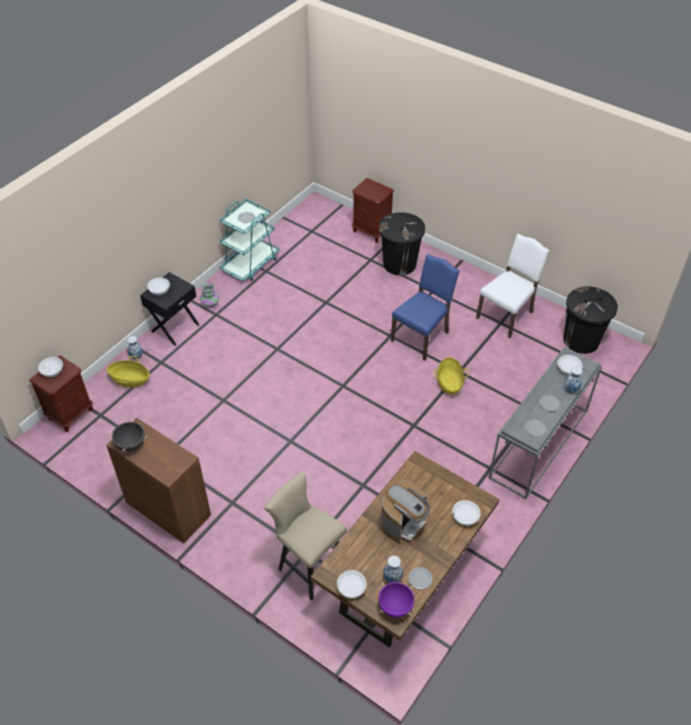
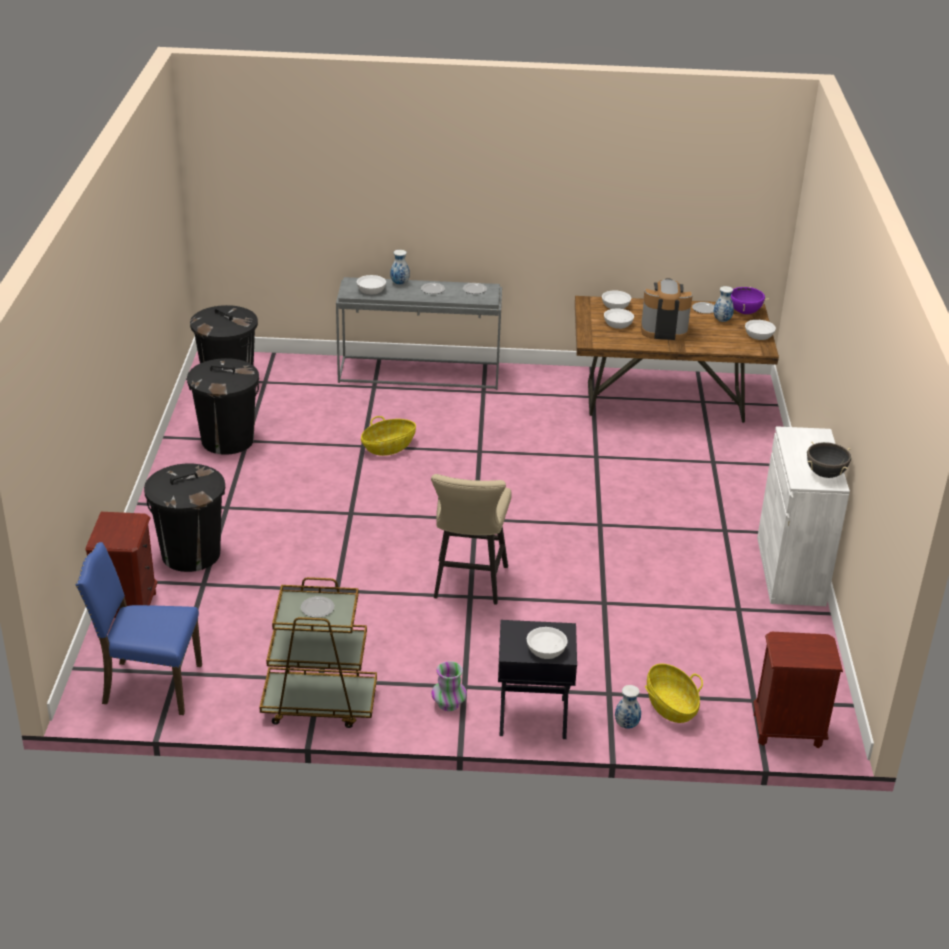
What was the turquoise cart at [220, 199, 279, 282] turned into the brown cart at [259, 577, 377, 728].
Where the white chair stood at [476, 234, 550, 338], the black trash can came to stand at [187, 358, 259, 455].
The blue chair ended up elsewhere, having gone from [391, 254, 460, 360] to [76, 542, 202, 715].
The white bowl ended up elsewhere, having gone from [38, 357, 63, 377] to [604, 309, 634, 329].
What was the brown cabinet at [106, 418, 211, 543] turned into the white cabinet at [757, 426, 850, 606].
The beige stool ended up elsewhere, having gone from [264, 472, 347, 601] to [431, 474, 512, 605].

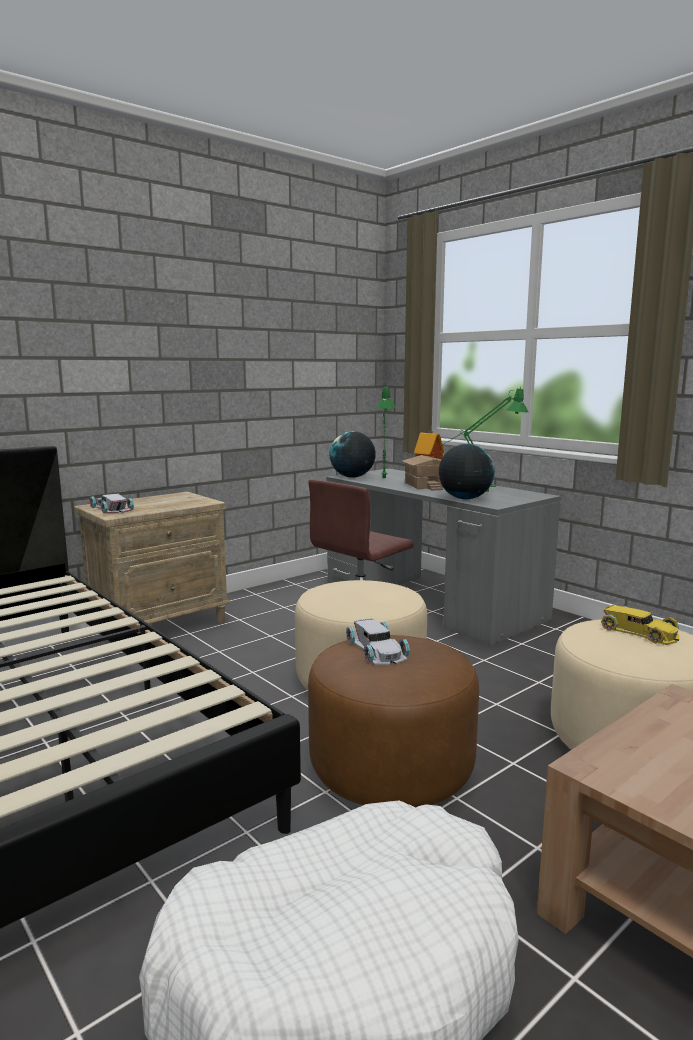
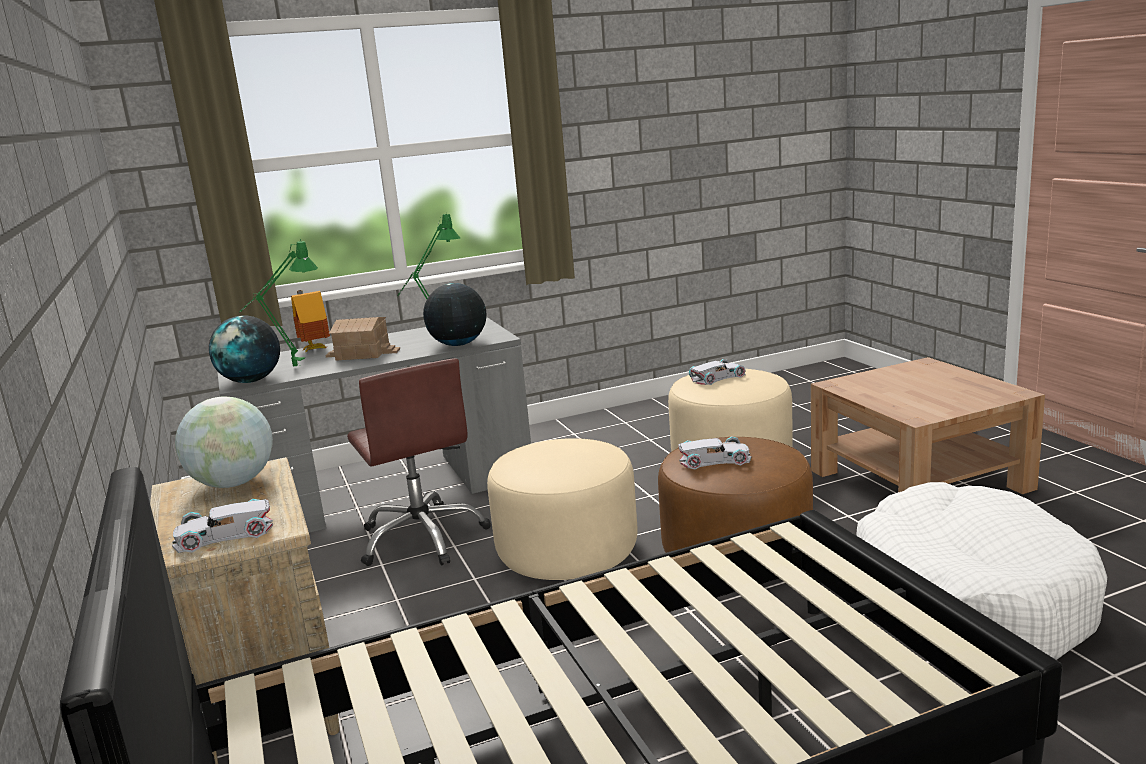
What was the yellow toy car at [601, 605, 679, 645] turned into the white toy car at [688, 359, 746, 385].
The second view gained the globe at [175, 396, 273, 488].

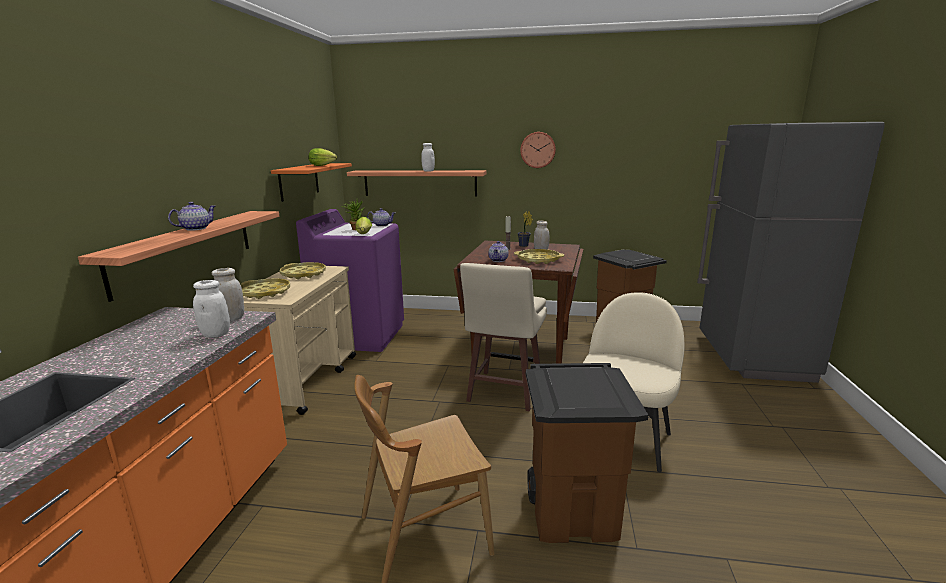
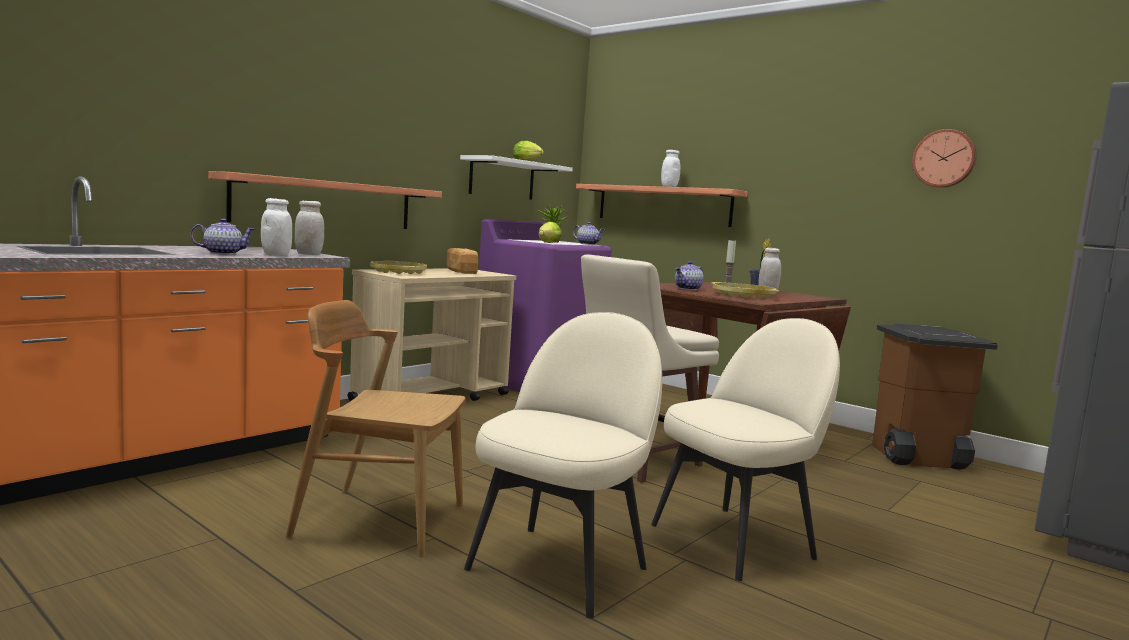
The wall clock ended up elsewhere, having gone from [520, 132, 556, 168] to [912, 129, 977, 188].
What was the orange shelf at [271, 163, 352, 202] turned into the white shelf at [460, 155, 573, 200].
The teapot ended up elsewhere, having gone from [168, 202, 215, 231] to [190, 218, 255, 255].
Where the yellow tray stood at [280, 262, 326, 279], the bread came to stand at [447, 248, 478, 274].
Where the brown trash can stood at [526, 363, 648, 543], the beige chair came to stand at [464, 312, 662, 619].

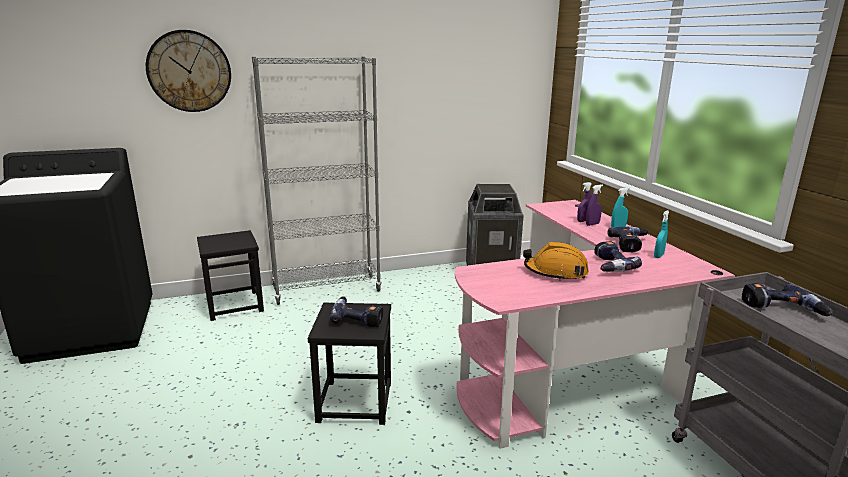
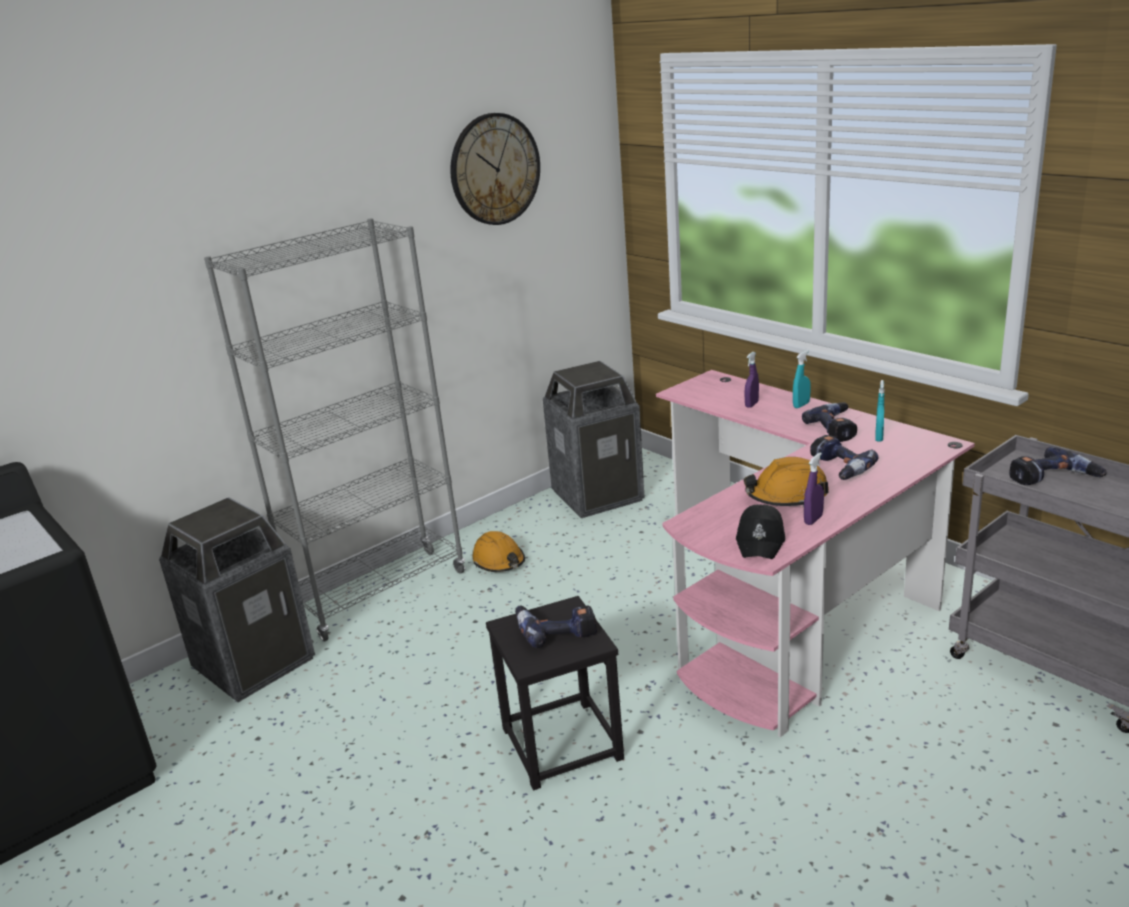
The wall clock ended up elsewhere, having gone from [146, 30, 231, 112] to [450, 113, 540, 225].
The purple spray bottle ended up elsewhere, having gone from [586, 185, 603, 226] to [804, 452, 824, 525].
Where the black stool stood at [197, 230, 264, 321], the trash can came to stand at [159, 497, 315, 702].
The second view gained the black cap at [736, 504, 785, 559].
The second view gained the orange hard hat at [473, 531, 525, 572].

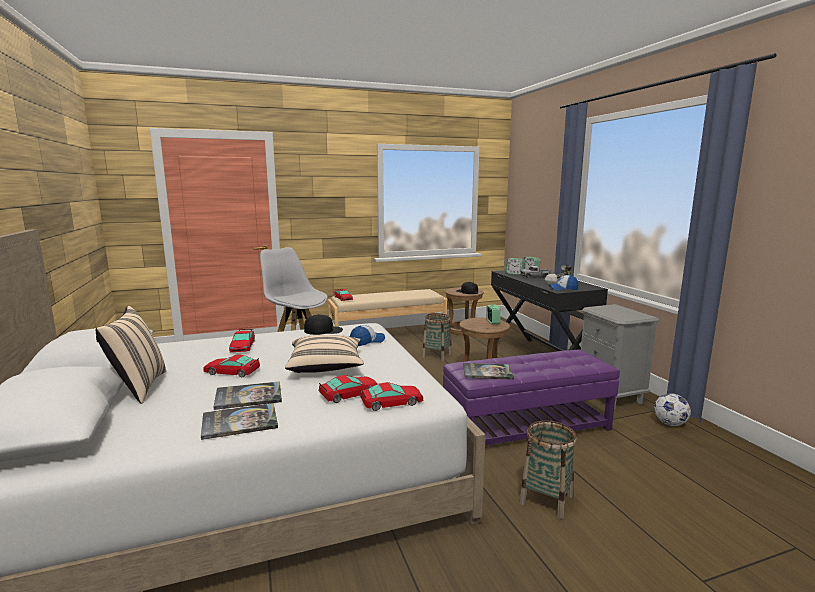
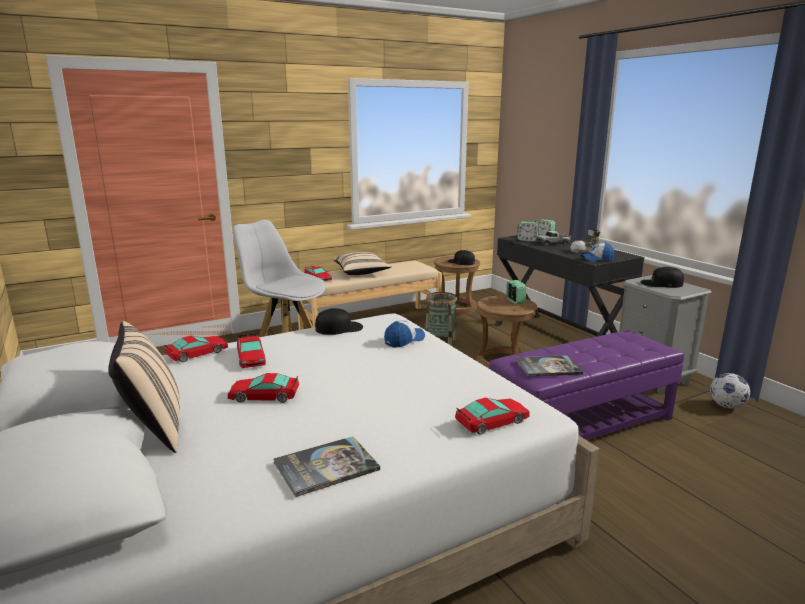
The beige pillow ended up elsewhere, having gone from [285, 335, 364, 373] to [334, 252, 392, 275].
The toy car ended up elsewhere, having gone from [319, 375, 378, 403] to [165, 336, 228, 362].
The second view lost the book at [214, 381, 282, 410].
The second view lost the basket at [519, 420, 577, 519].
The second view gained the black cap at [641, 267, 684, 288].

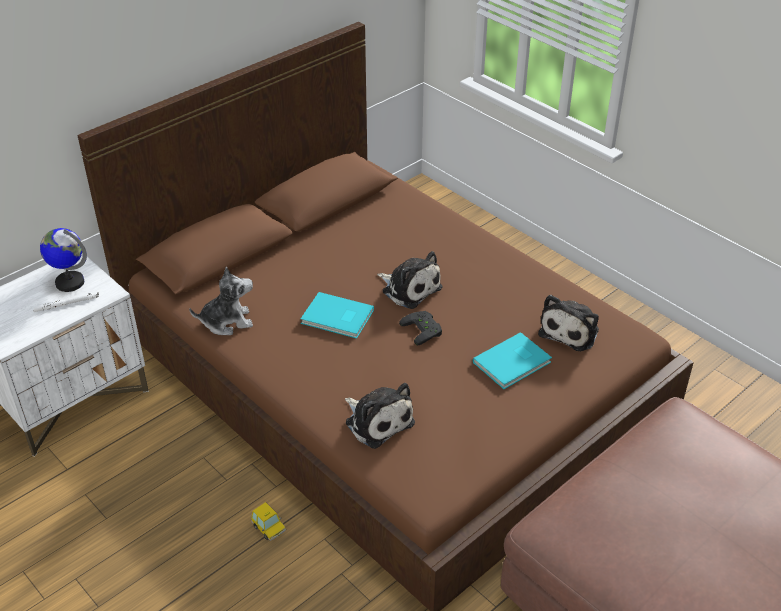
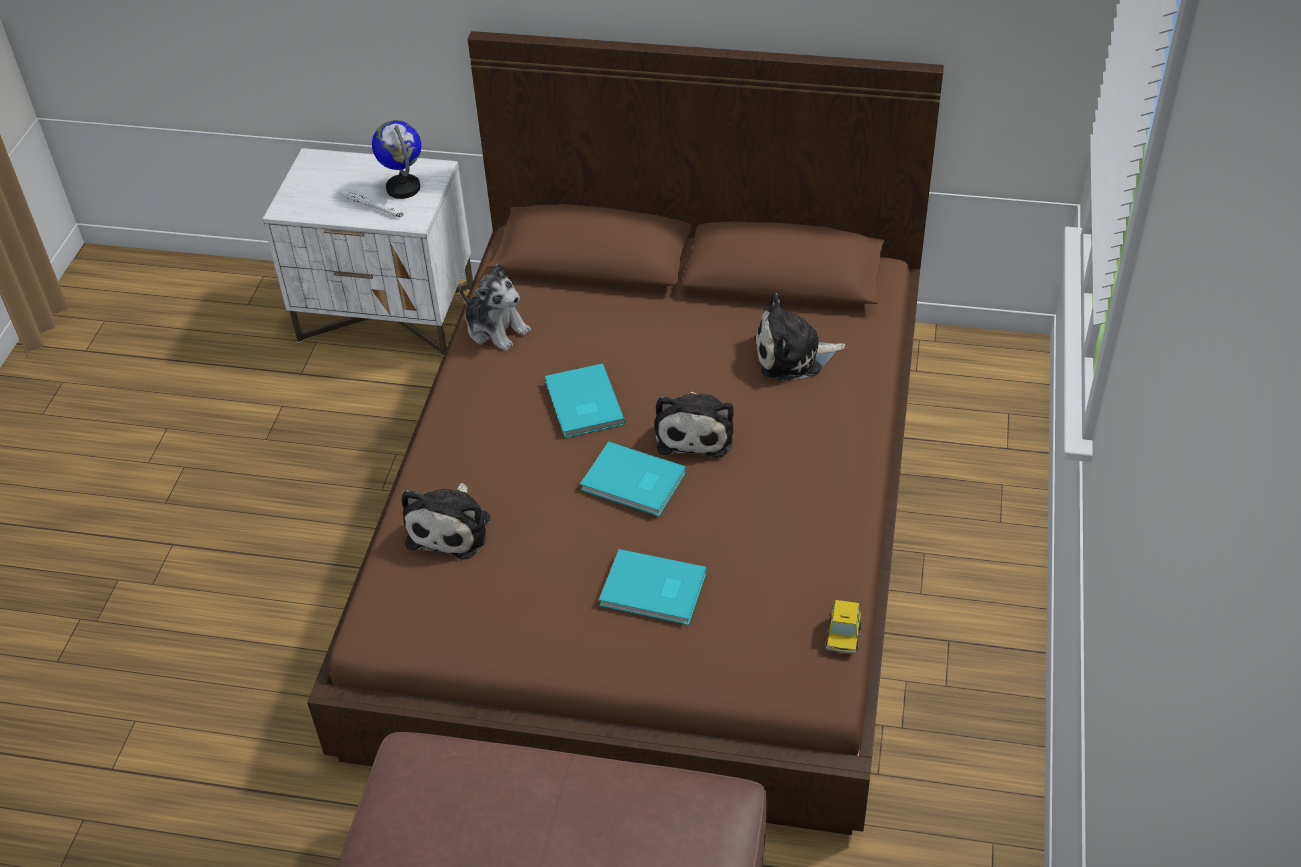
The plush toy ended up elsewhere, having gone from [538, 295, 599, 351] to [755, 293, 845, 381].
Where the black game controller stood at [399, 311, 442, 346], the turquoise book came to stand at [580, 441, 686, 516].
The toy car ended up elsewhere, having gone from [251, 502, 286, 541] to [826, 600, 861, 654].

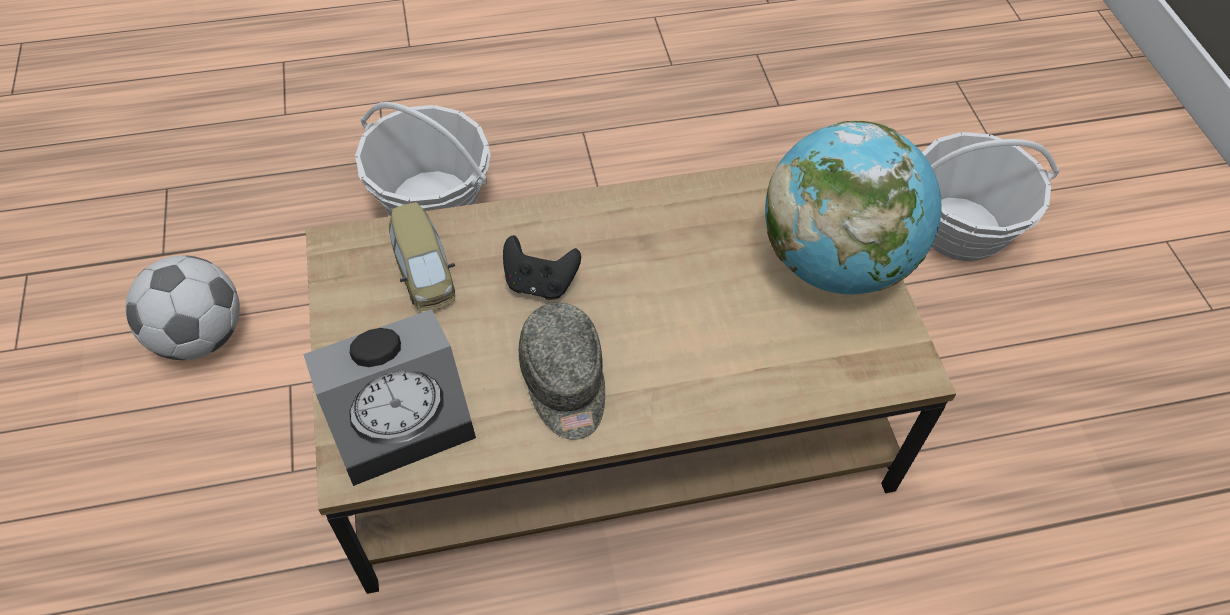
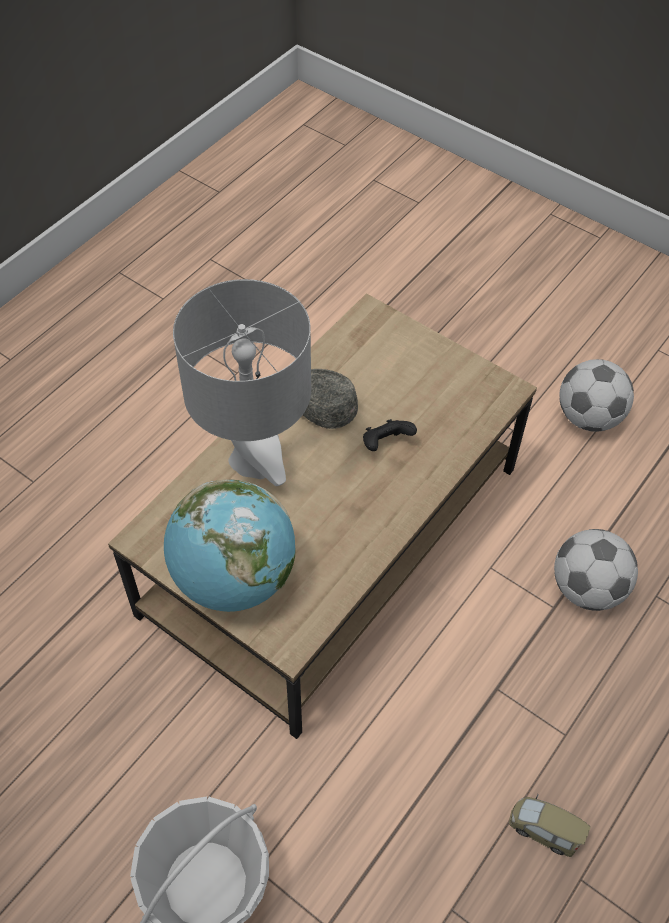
Where the basket stood at [355, 102, 491, 216], the football came to stand at [554, 529, 638, 611].
The toy car ended up elsewhere, having gone from [389, 202, 455, 311] to [509, 794, 591, 857].
The second view lost the alarm clock at [303, 309, 476, 486].
The second view gained the grey table lamp at [173, 279, 311, 486].

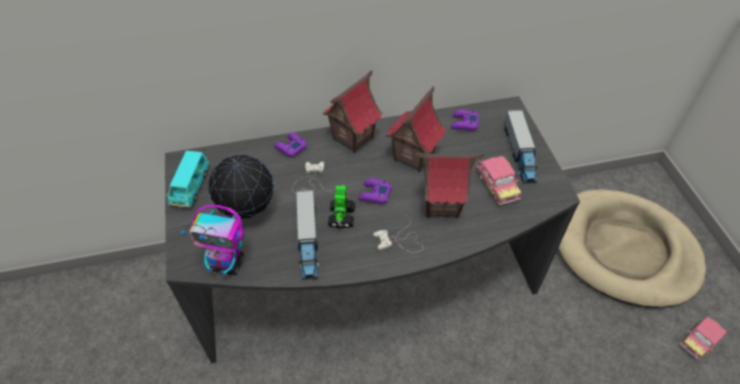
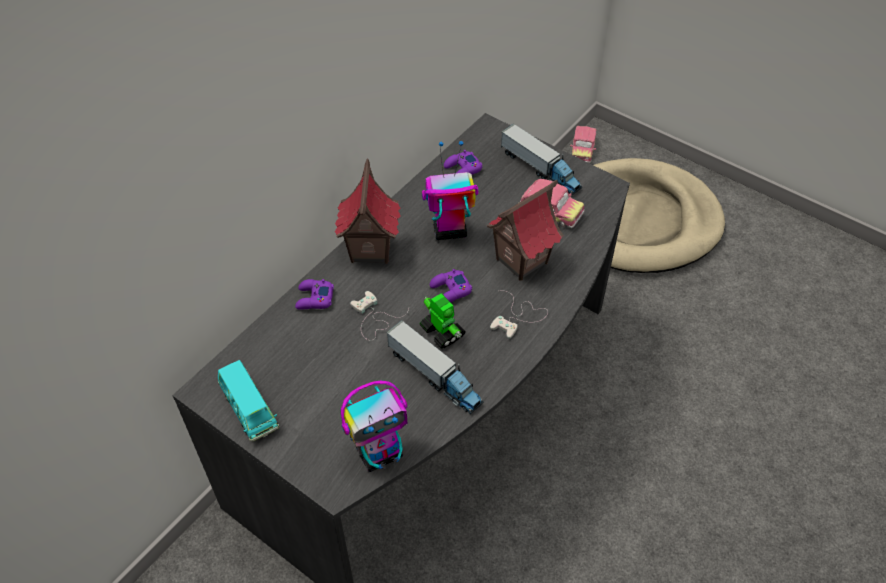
Where the toy house stood at [386, 86, 446, 172], the toy robot came to stand at [422, 141, 478, 240].
The second view lost the globe at [208, 154, 274, 219].
The toy car ended up elsewhere, having gone from [680, 317, 727, 360] to [570, 126, 597, 163].

